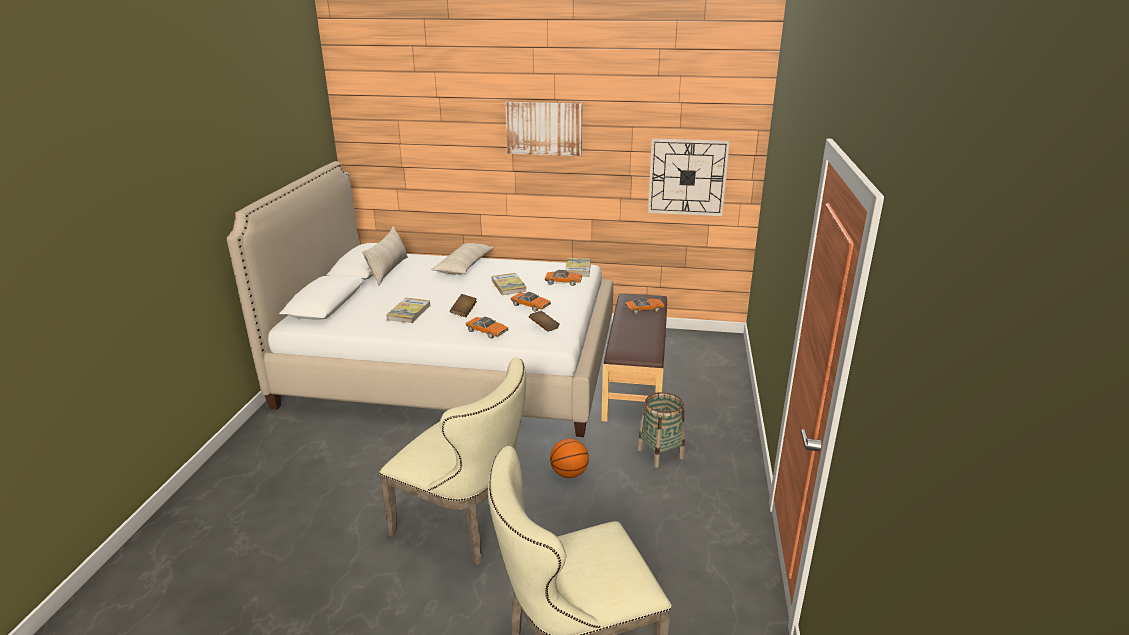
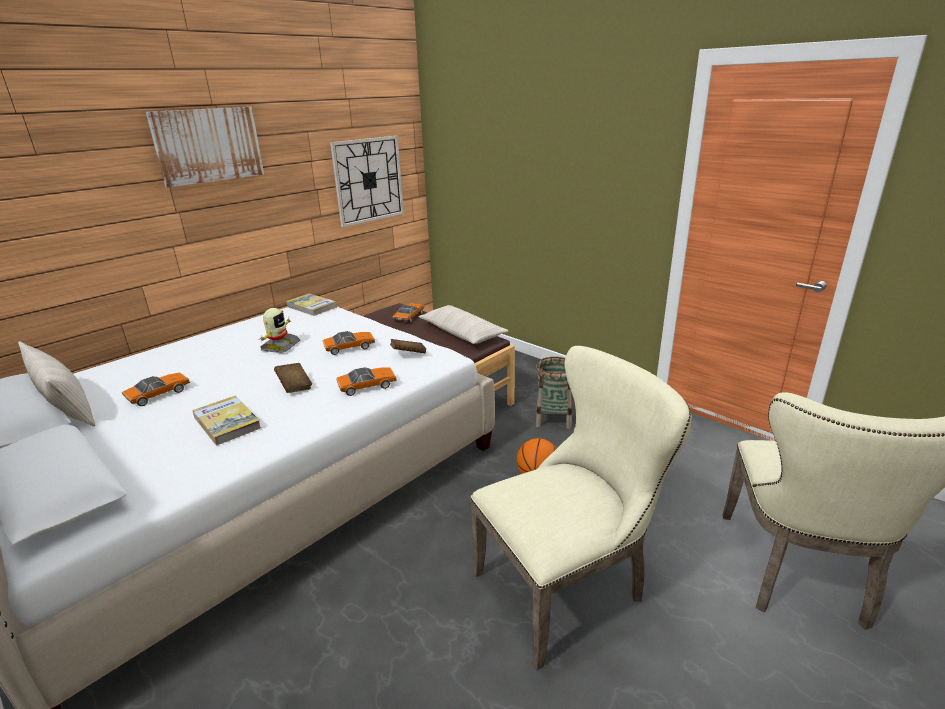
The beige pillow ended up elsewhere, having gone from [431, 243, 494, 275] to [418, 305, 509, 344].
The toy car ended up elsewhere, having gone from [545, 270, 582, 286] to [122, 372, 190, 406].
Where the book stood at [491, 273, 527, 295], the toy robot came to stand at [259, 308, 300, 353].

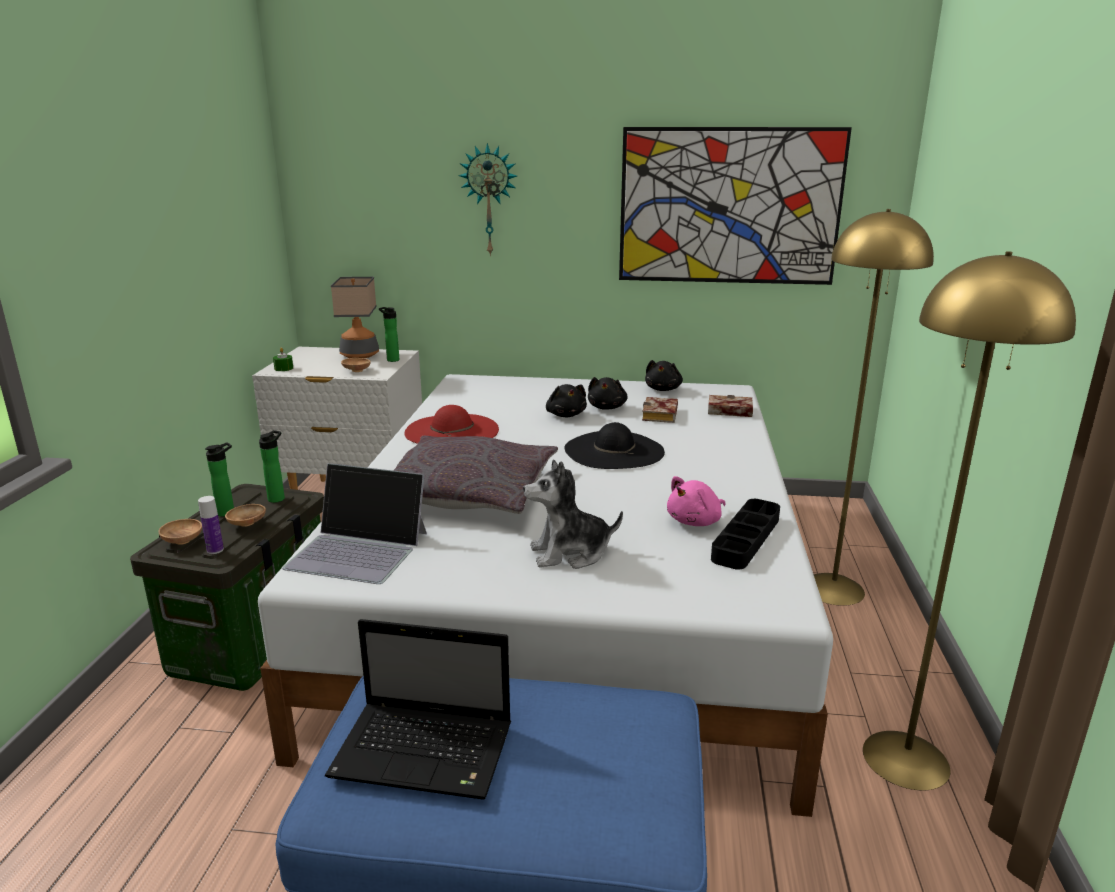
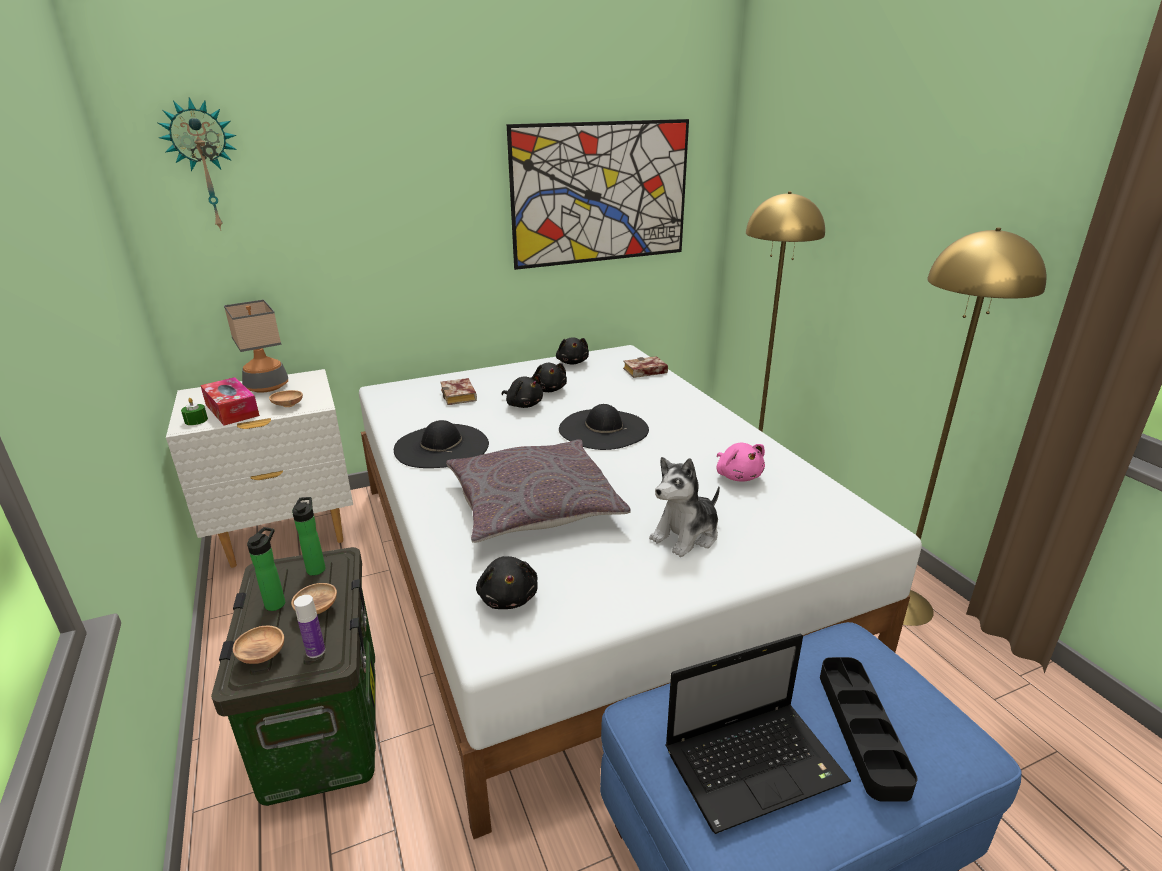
The wall clock ended up elsewhere, having gone from [458, 143, 517, 257] to [158, 97, 237, 231].
The second view lost the bottle at [379, 307, 399, 362].
The book ended up elsewhere, having gone from [642, 397, 678, 423] to [440, 378, 477, 405].
What was the red hat at [404, 405, 499, 444] turned into the black hat at [394, 420, 489, 468].
Where the laptop stood at [282, 463, 427, 584], the black plush toy came to stand at [476, 556, 538, 609].
The pink plush toy at [667, 476, 726, 526] ended up facing another way, 45 degrees counterclockwise from before.
The black tray ended up elsewhere, having gone from [711, 499, 780, 570] to [820, 657, 917, 802].
The second view gained the tissue box at [200, 377, 260, 425].

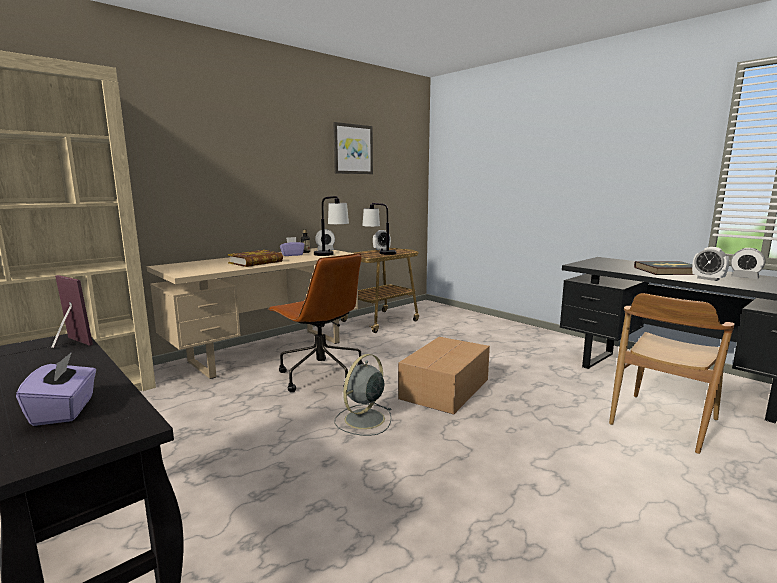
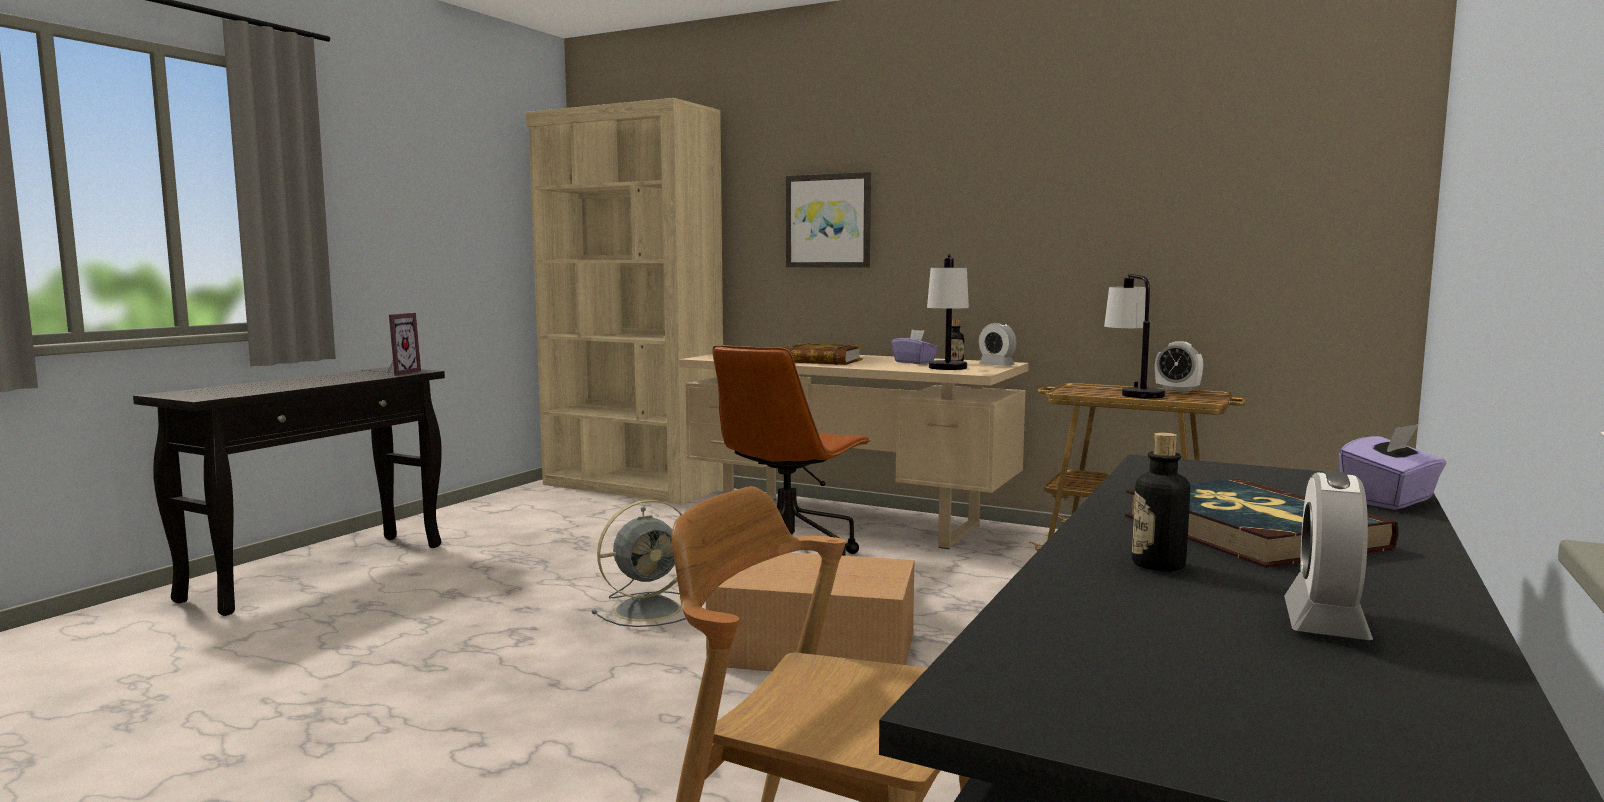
The picture ended up elsewhere, having gone from [333, 122, 373, 174] to [786, 172, 871, 268].
Where the alarm clock stood at [692, 247, 730, 281], the bottle came to stand at [1132, 433, 1190, 571].
The purple tissue box ended up elsewhere, having gone from [16, 352, 96, 426] to [1339, 424, 1446, 510].
The grey fan at [334, 354, 391, 436] ended up facing another way, 135 degrees clockwise from before.

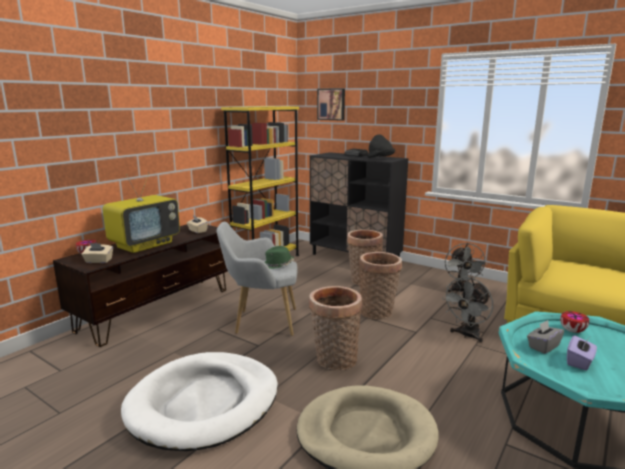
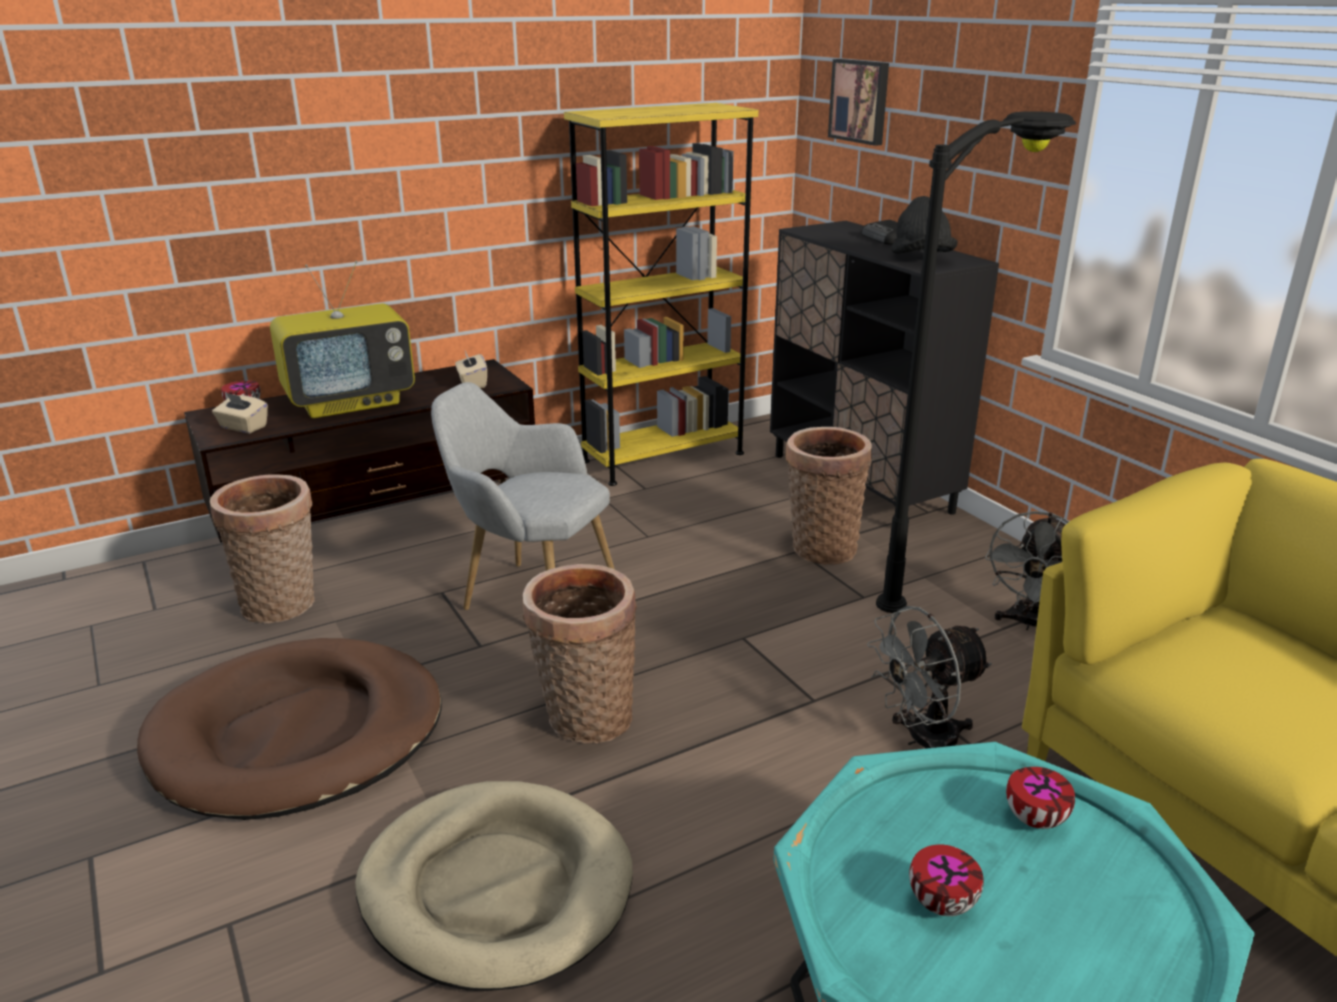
The second view lost the green hat at [265, 246, 294, 269].
The basket ended up elsewhere, having gone from [359, 252, 402, 320] to [210, 475, 315, 624].
The second view lost the grey tissue box at [527, 320, 564, 354].
Where the purple tissue box stood at [567, 335, 597, 370], the bowl came to stand at [909, 844, 984, 916].
What was the white dog bed at [121, 352, 278, 451] turned into the brown dog bed at [137, 638, 442, 820].
The second view gained the black floor lamp at [876, 111, 1076, 613].

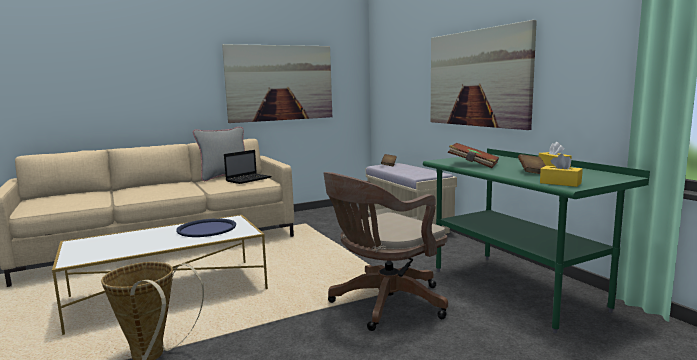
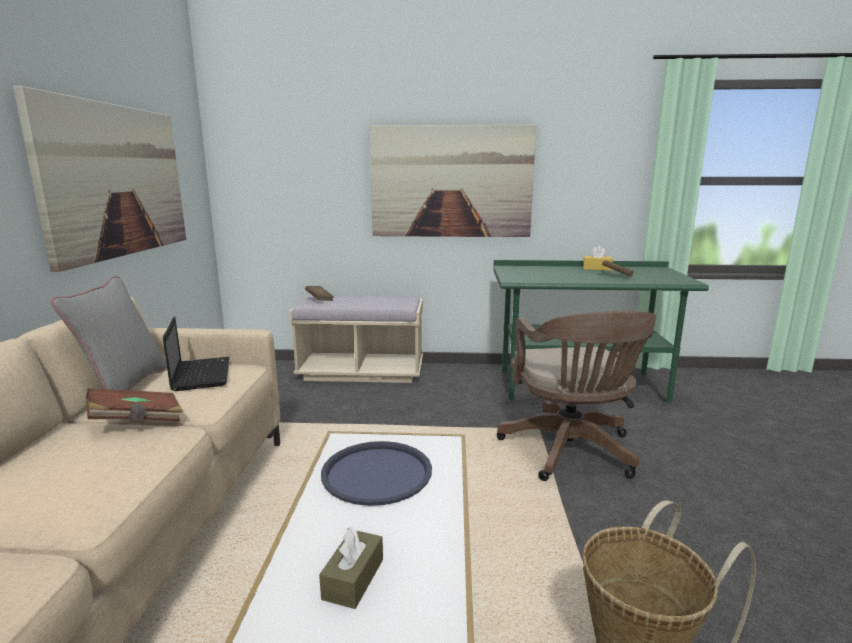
The brown book ended up elsewhere, having gone from [448, 143, 499, 168] to [86, 388, 183, 423].
The second view lost the yellow tissue box at [540, 154, 583, 187].
The second view gained the brown tissue box at [319, 526, 383, 609].

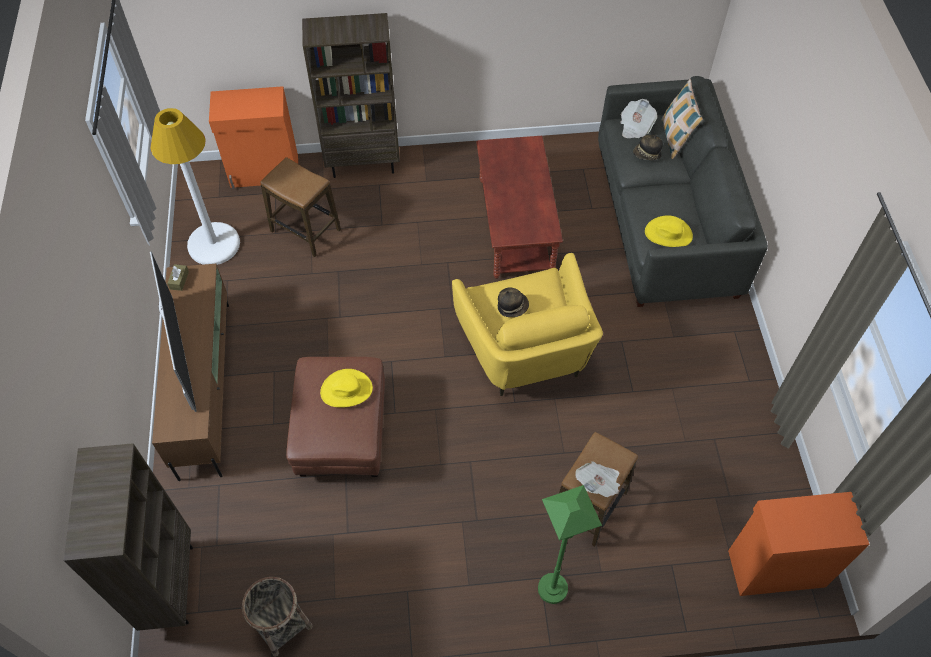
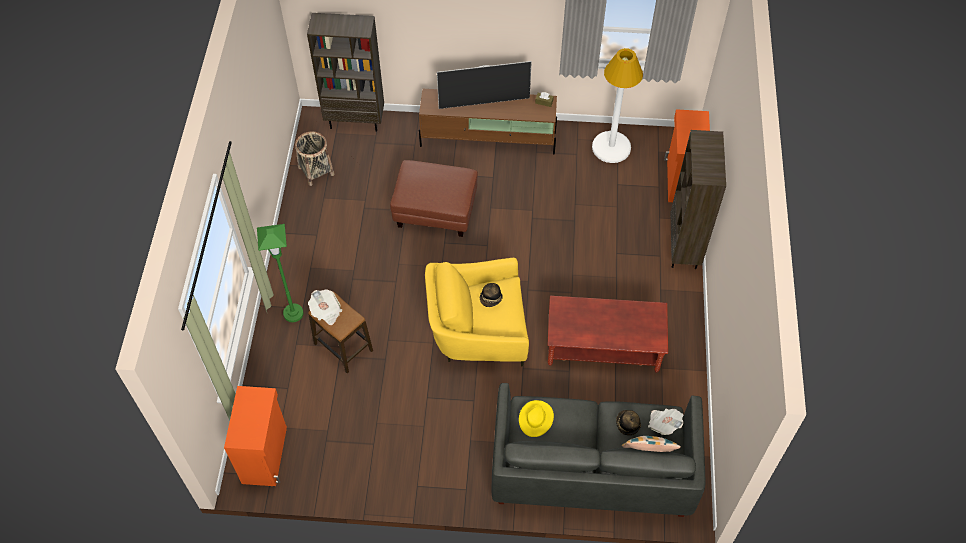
The second view lost the stool at [260, 157, 341, 257].
The second view lost the yellow hat at [320, 369, 373, 408].

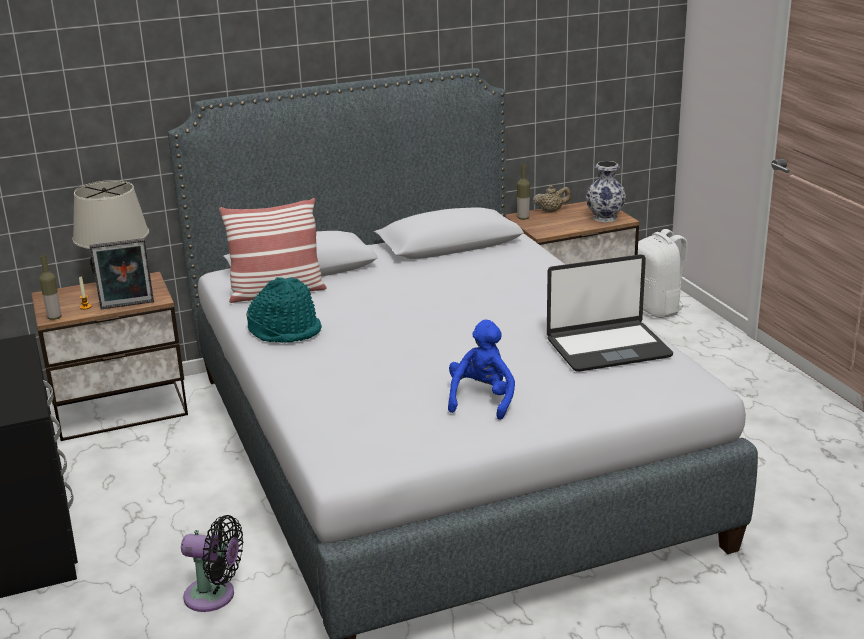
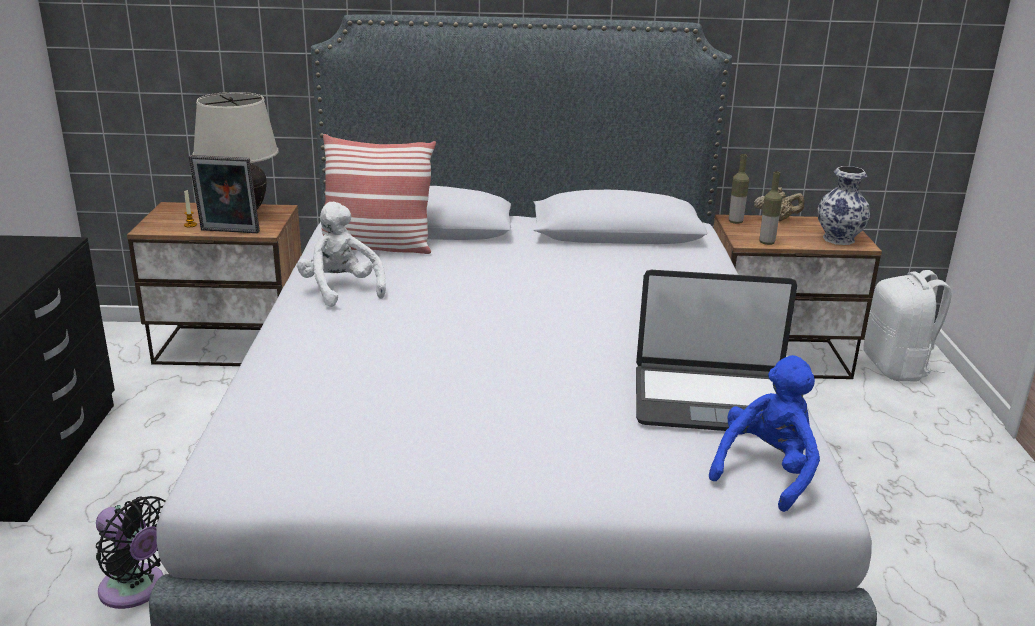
The bottle ended up elsewhere, having gone from [39, 255, 61, 320] to [759, 171, 782, 245].
Where the turquoise hat stood at [246, 277, 322, 343], the white plush toy came to stand at [297, 202, 386, 307].
The blue plush toy ended up elsewhere, having gone from [448, 320, 515, 420] to [709, 355, 820, 512].

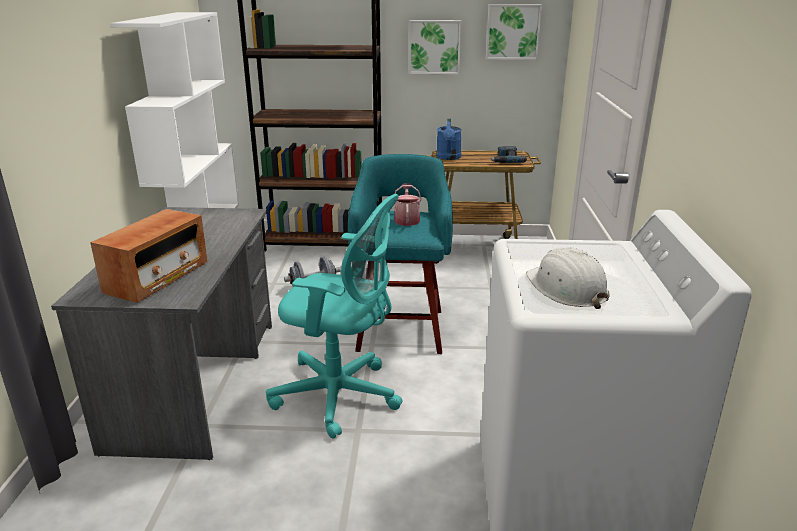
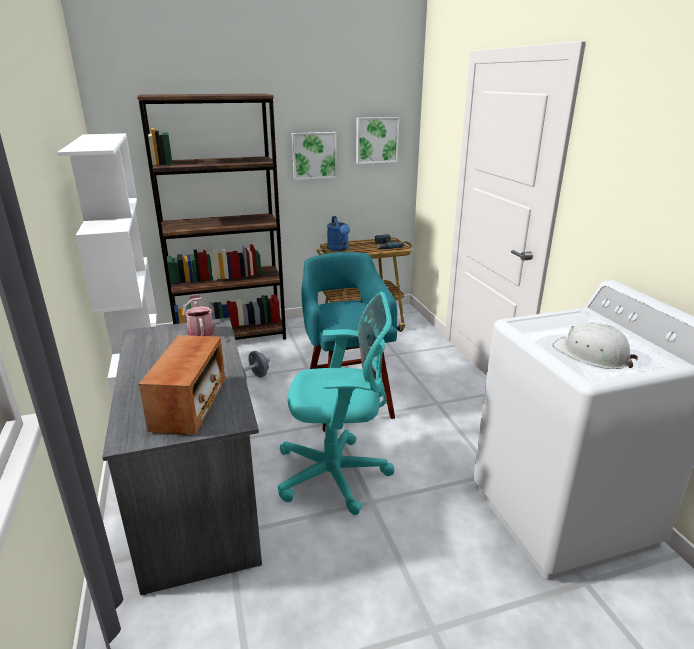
The watering can ended up elsewhere, having gone from [394, 183, 422, 226] to [183, 295, 214, 336].

